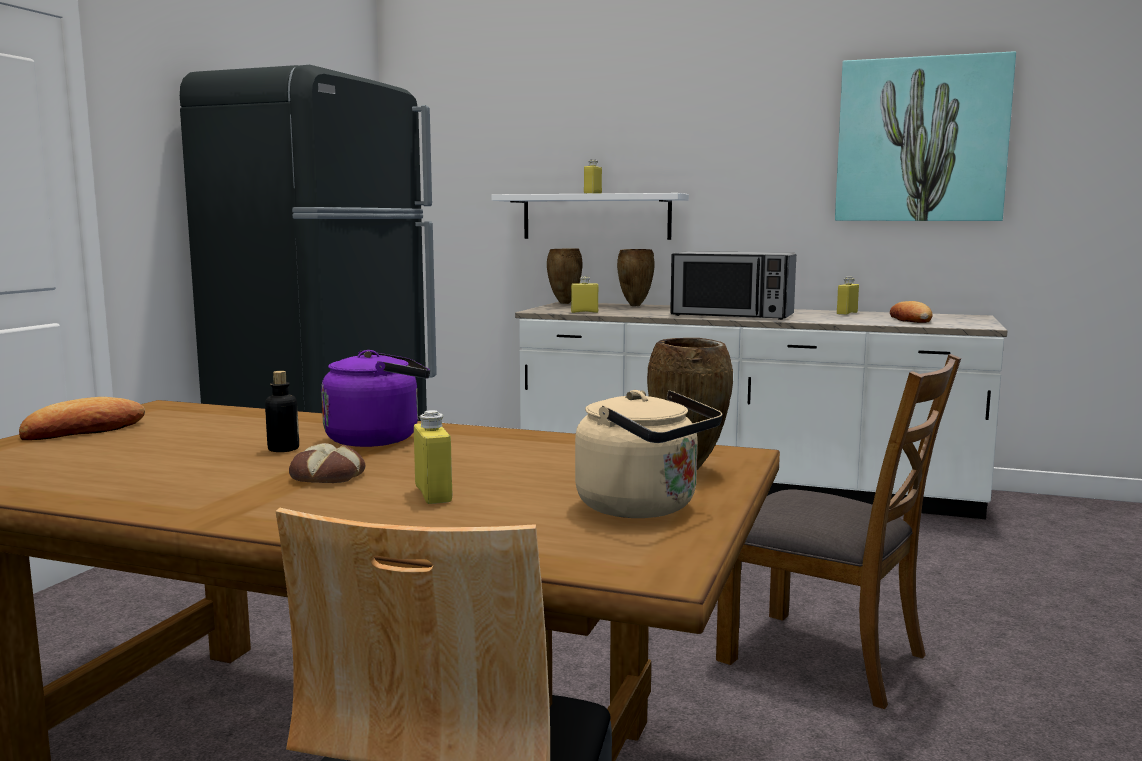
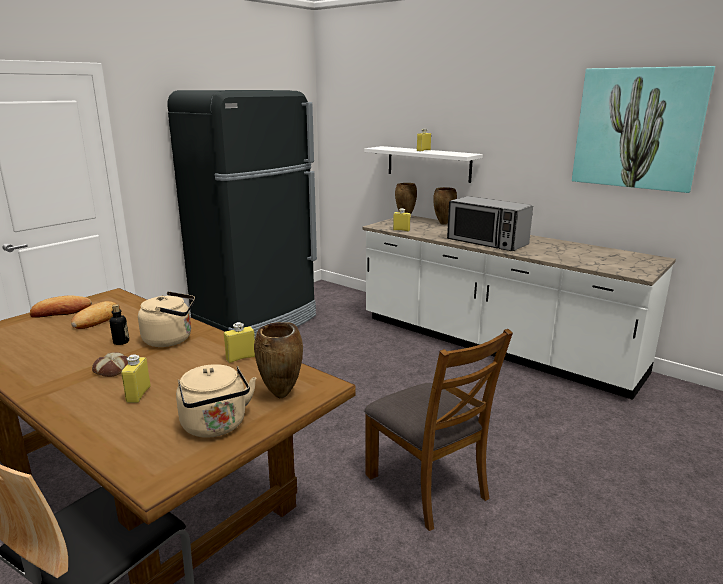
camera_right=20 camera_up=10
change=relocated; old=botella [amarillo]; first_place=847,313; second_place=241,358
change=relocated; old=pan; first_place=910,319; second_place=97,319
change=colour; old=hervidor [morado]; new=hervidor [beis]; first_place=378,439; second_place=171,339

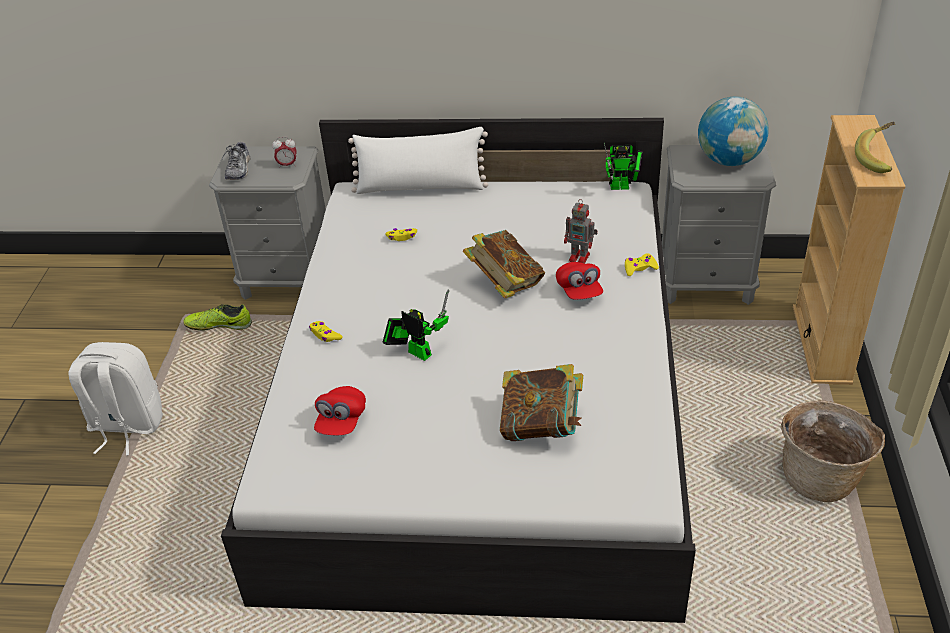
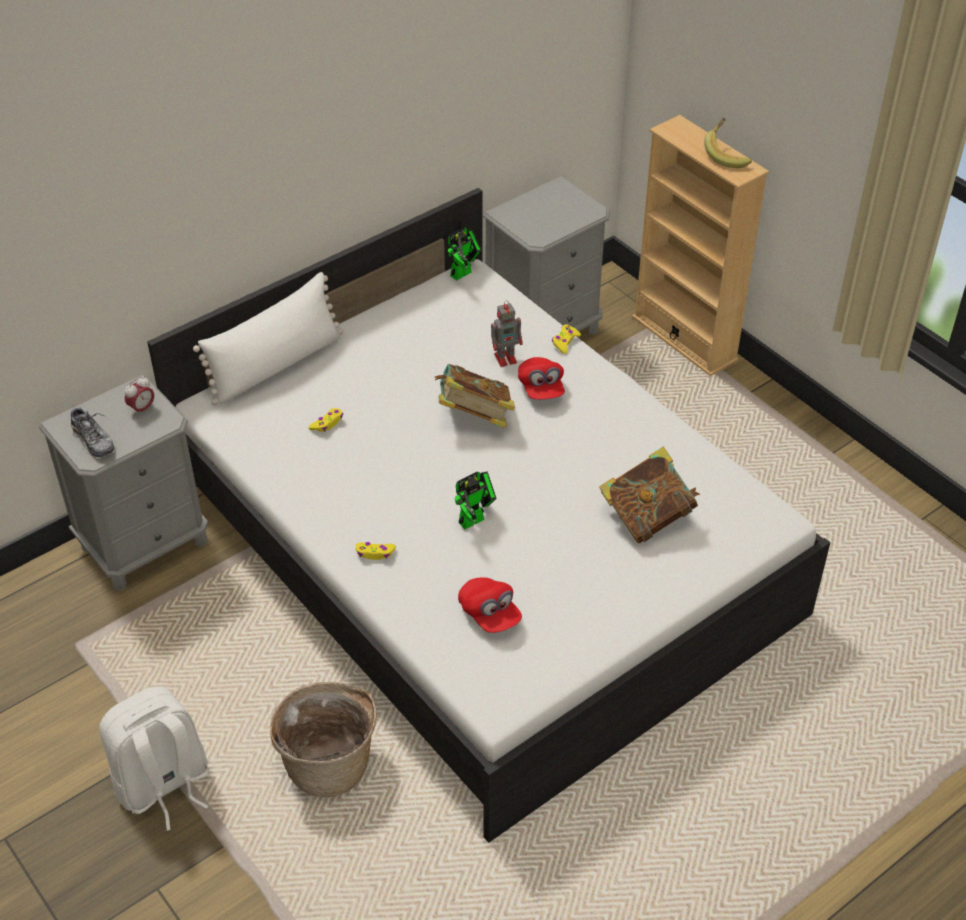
camera_right=-45 camera_up=5
change=missing; old=globo terráqueo; first_place=729,160
change=spun; old=gorra [rojo]; first_place=579,291; second_place=541,389; degrees=45
change=spun; old=robot de juguete; first_place=416,352; second_place=475,519; degrees=150
change=missing; old=zapato; first_place=219,325
change=relocated; old=cesta; first_place=821,476; second_place=329,762

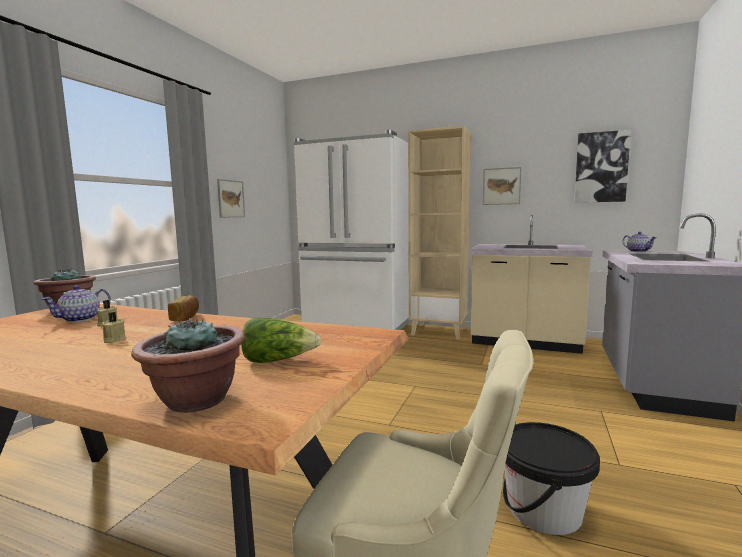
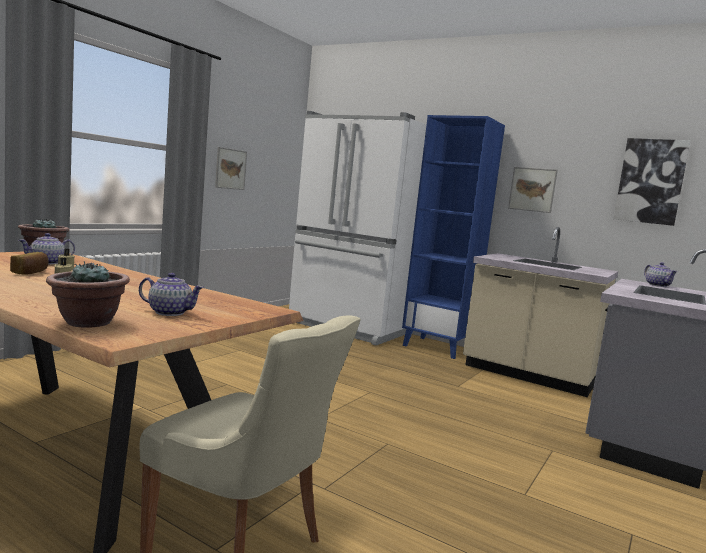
camera_right=10 camera_up=0
change=colour; old=estantería [beis]; new=estantería [azul]; first_place=439,331; second_place=437,347
change=relocated; old=pan; first_place=186,317; second_place=31,272
change=exchanged; old=lechuga; new=tetera; first_place=278,360; second_place=169,312
change=missing; old=cubo [negro]; first_place=543,509

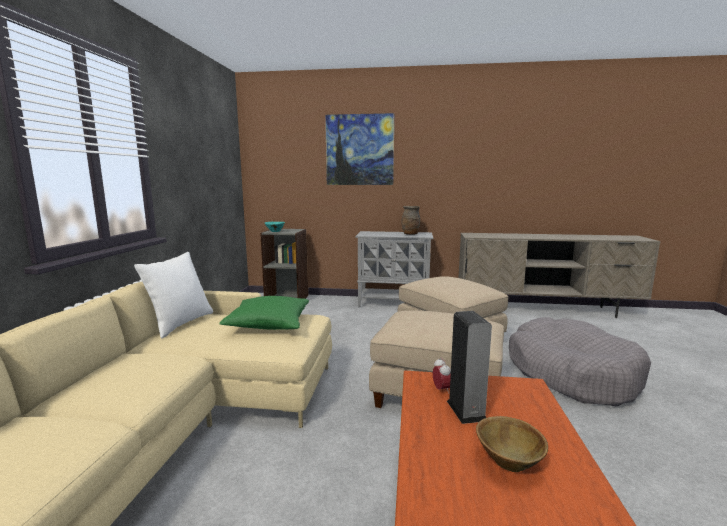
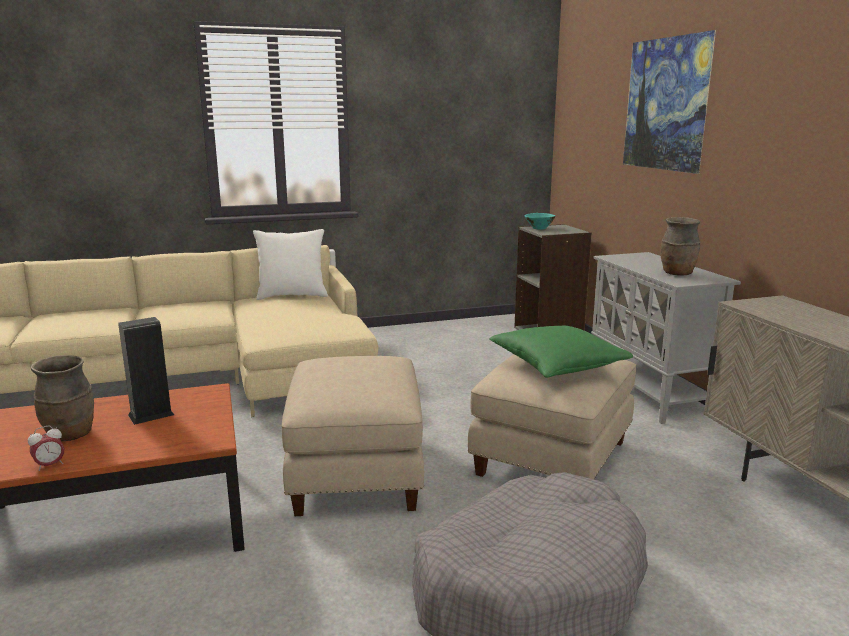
camera_right=65 camera_up=5
change=relocated; old=cojín [verde]; first_place=269,324; second_place=557,365
change=relocated; old=despertador; first_place=441,390; second_place=50,465
change=exchanged; old=cuenco [marrón]; new=florero [marrón]; first_place=508,461; second_place=71,435

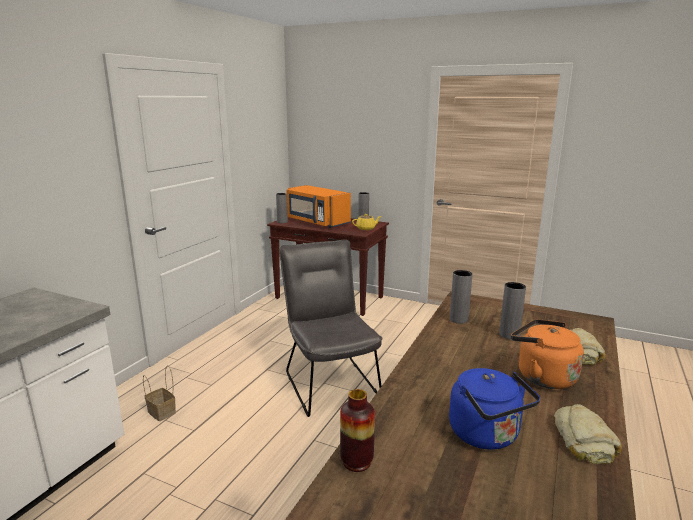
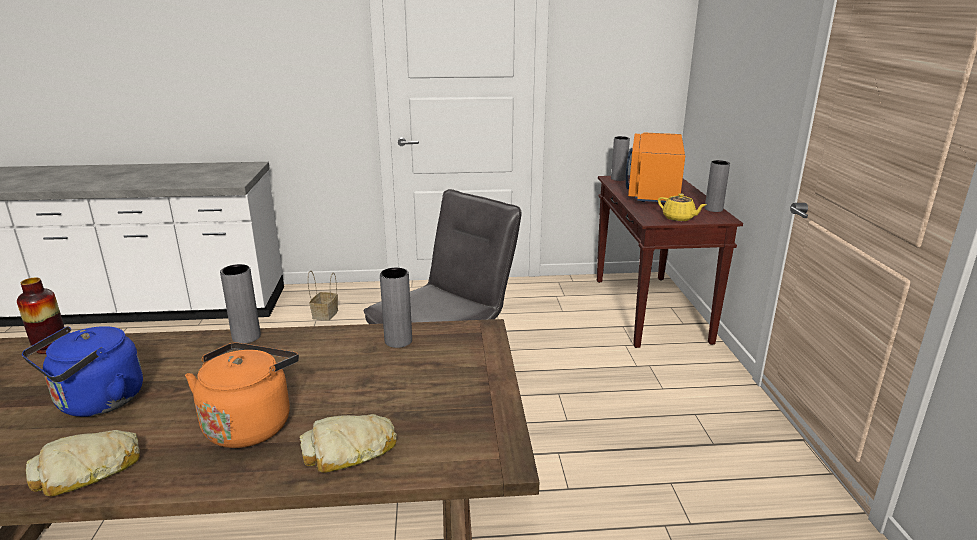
camera_right=60 camera_up=5
change=relocated; old=florero [gris]; first_place=509,335; second_place=246,337

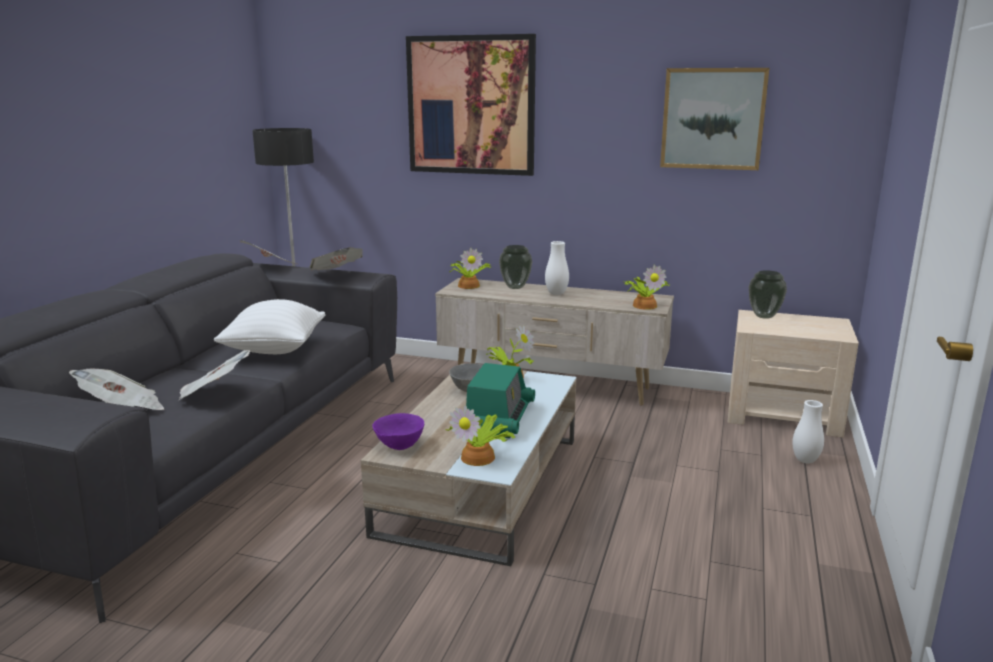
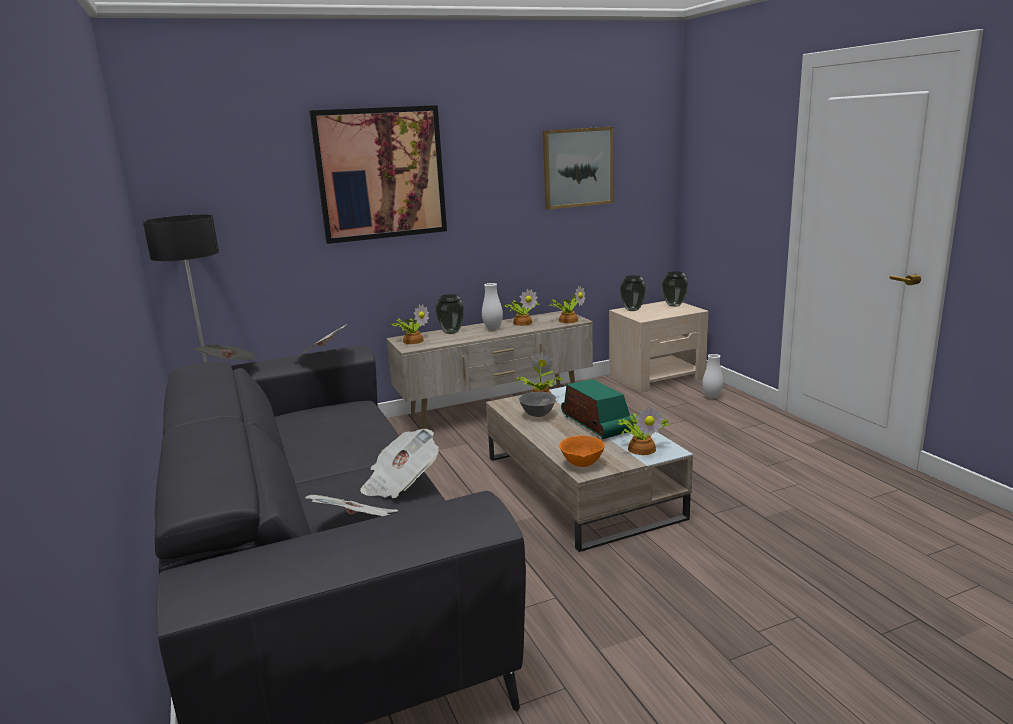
camera_right=-40 camera_up=0
change=missing; old=cojín [blanco]; first_place=274,350
change=colour; old=cuenco [morado]; new=cuenco [naranja]; first_place=399,446; second_place=582,464
change=appeared; new=florero; second_place=674,305
change=appeared; new=planta en maceta; second_place=522,322

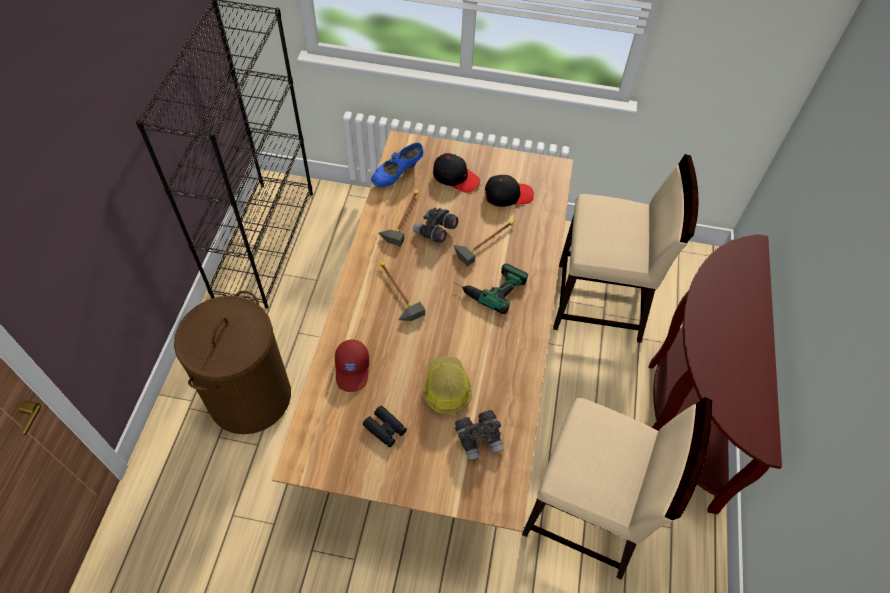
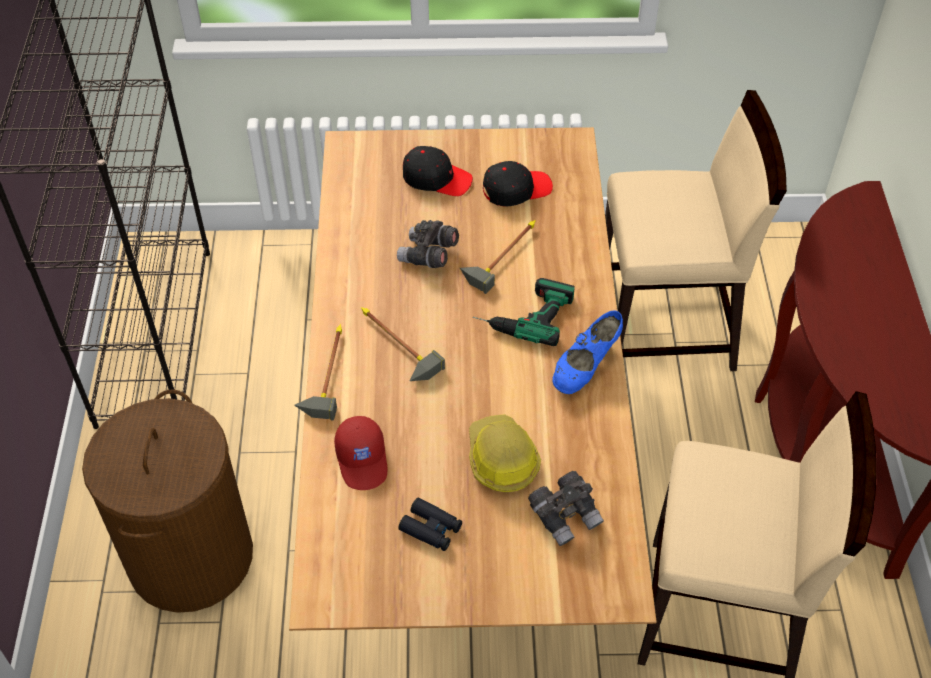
camera_right=-10 camera_up=-5
change=relocated; old=zapato [azul]; first_place=397,175; second_place=585,367
change=relocated; old=martillo; first_place=401,216; second_place=324,372

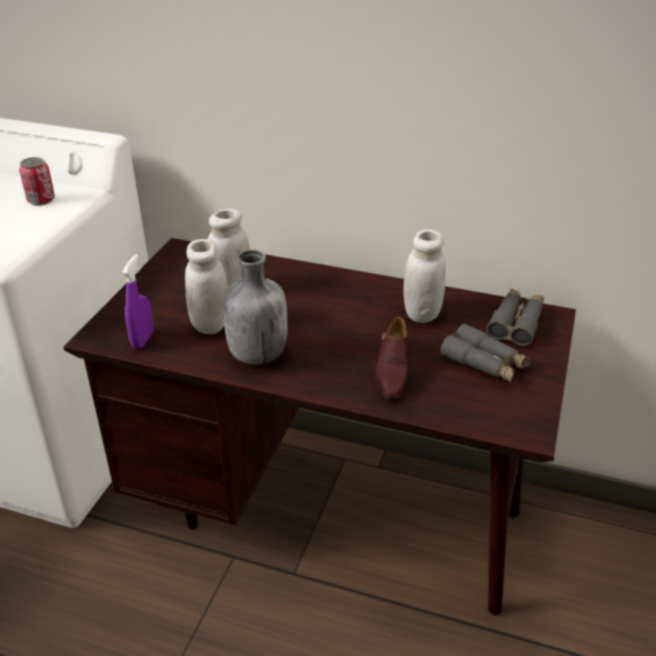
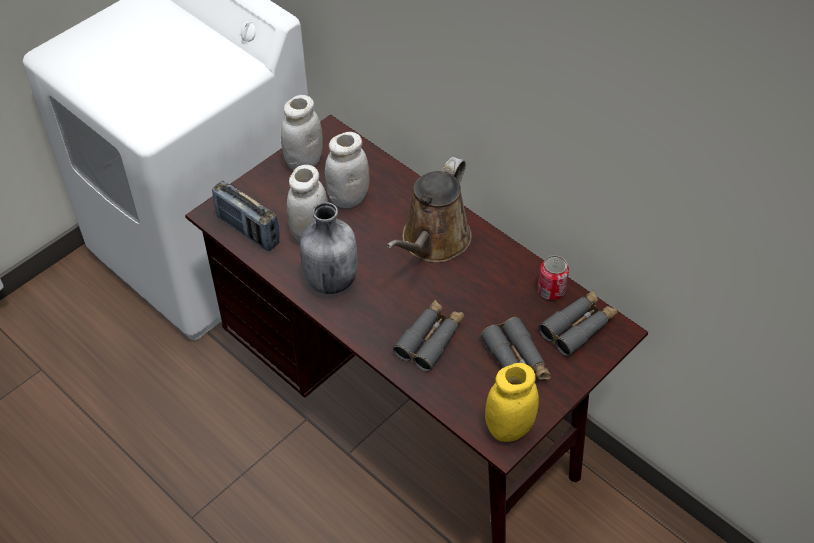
camera_right=25 camera_up=15
change=relocated; old=lata; first_place=41,200; second_place=551,290
change=relocated; old=tarro [blanco]; first_place=421,313; second_place=304,162
change=exchanged; old=pulverizador [morado]; new=radio; first_place=142,340; second_place=248,230
change=exchanged; old=zapato [marrón]; new=prismáticos [gris]; first_place=392,372; second_place=430,339
change=appeared; new=regadera [marrón]; second_place=433,242
change=appeared; new=tarro [amarillo]; second_place=509,428

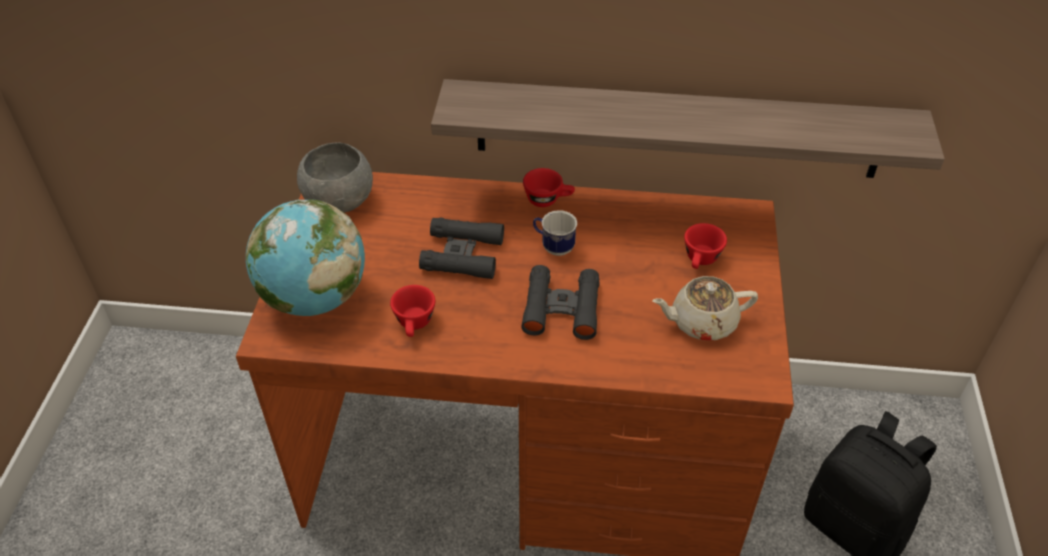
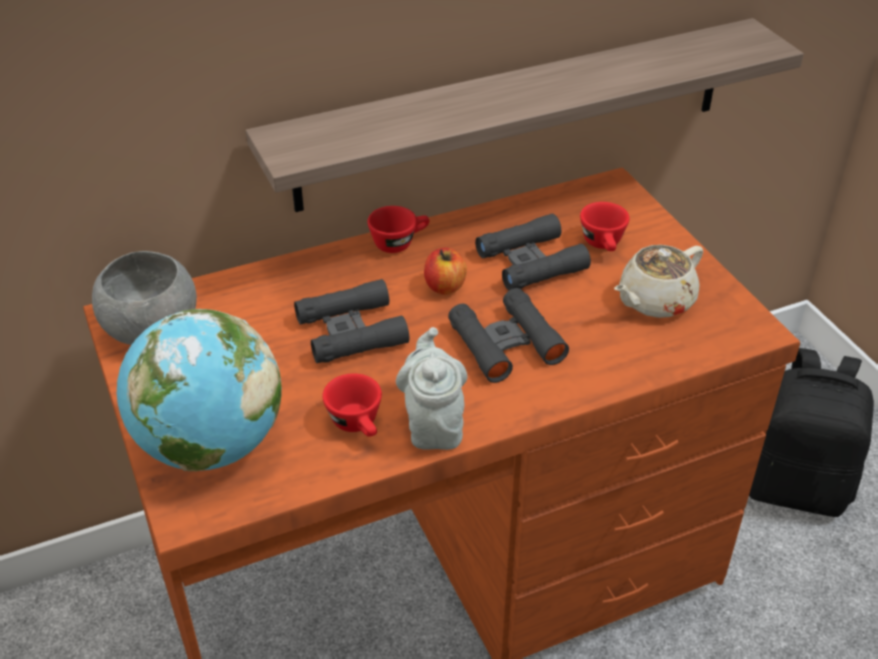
camera_right=-30 camera_up=-5
change=exchanged; old=taza grande; new=manzana; first_place=553,247; second_place=445,286
change=appeared; new=prismáticos [negro]; second_place=531,262
change=appeared; new=tetera [gris]; second_place=433,424

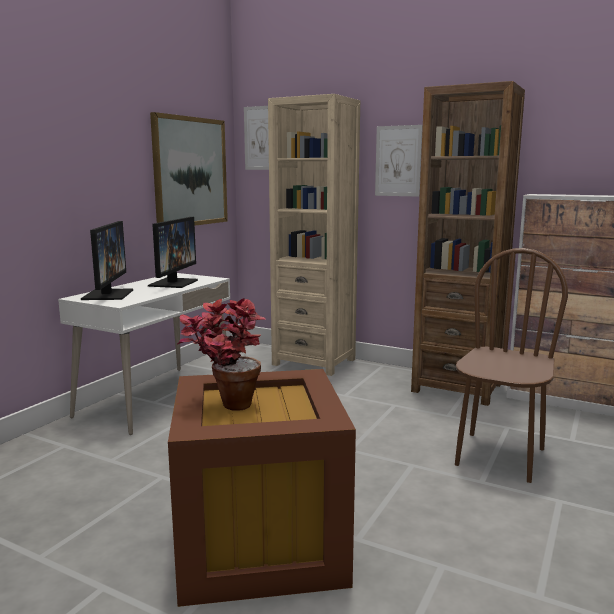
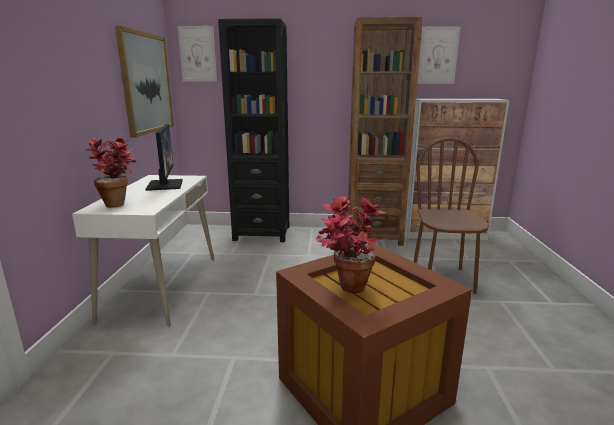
camera_right=-25 camera_up=5
change=colour; old=estantería [beis]; new=estantería [negro]; first_place=314,362; second_place=262,233
change=relocated; old=cuadro; first_place=398,161; second_place=438,55
change=exchanged; old=monitor; new=planta en maceta; first_place=107,294; second_place=119,203

